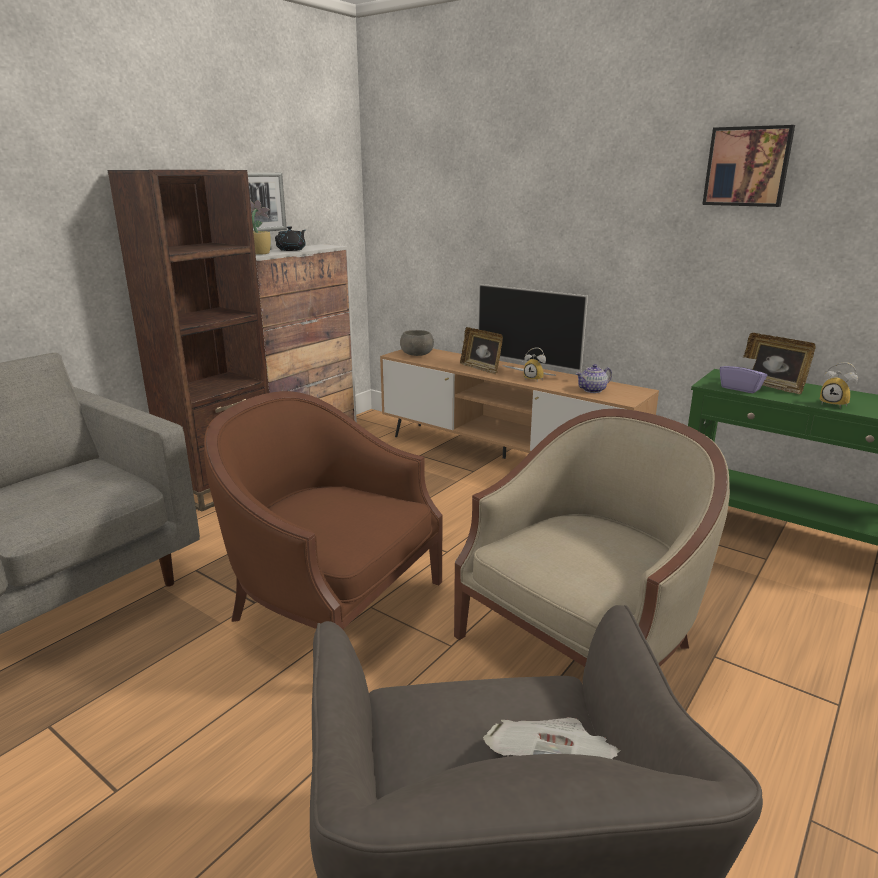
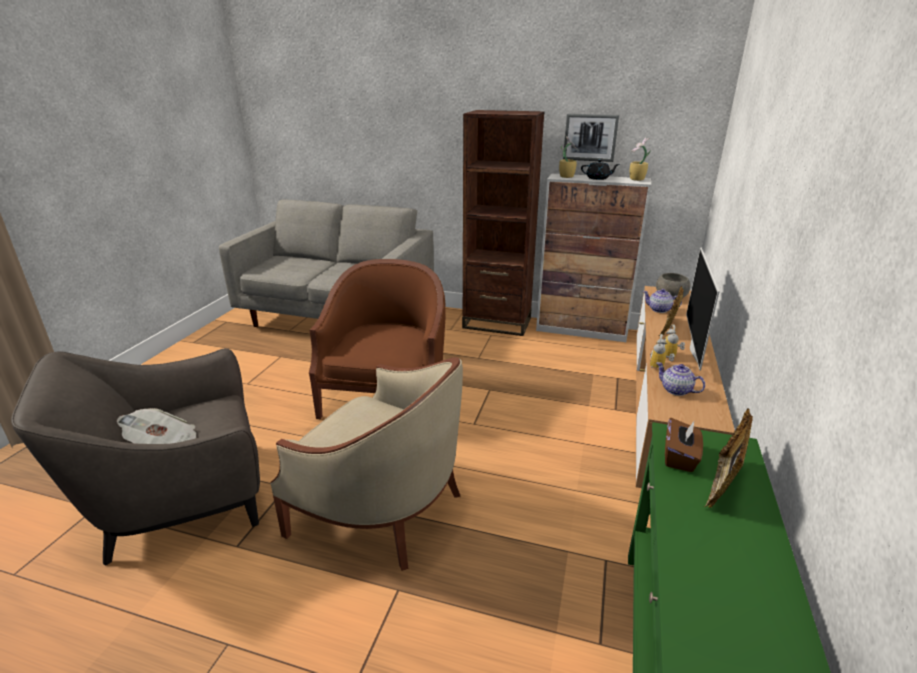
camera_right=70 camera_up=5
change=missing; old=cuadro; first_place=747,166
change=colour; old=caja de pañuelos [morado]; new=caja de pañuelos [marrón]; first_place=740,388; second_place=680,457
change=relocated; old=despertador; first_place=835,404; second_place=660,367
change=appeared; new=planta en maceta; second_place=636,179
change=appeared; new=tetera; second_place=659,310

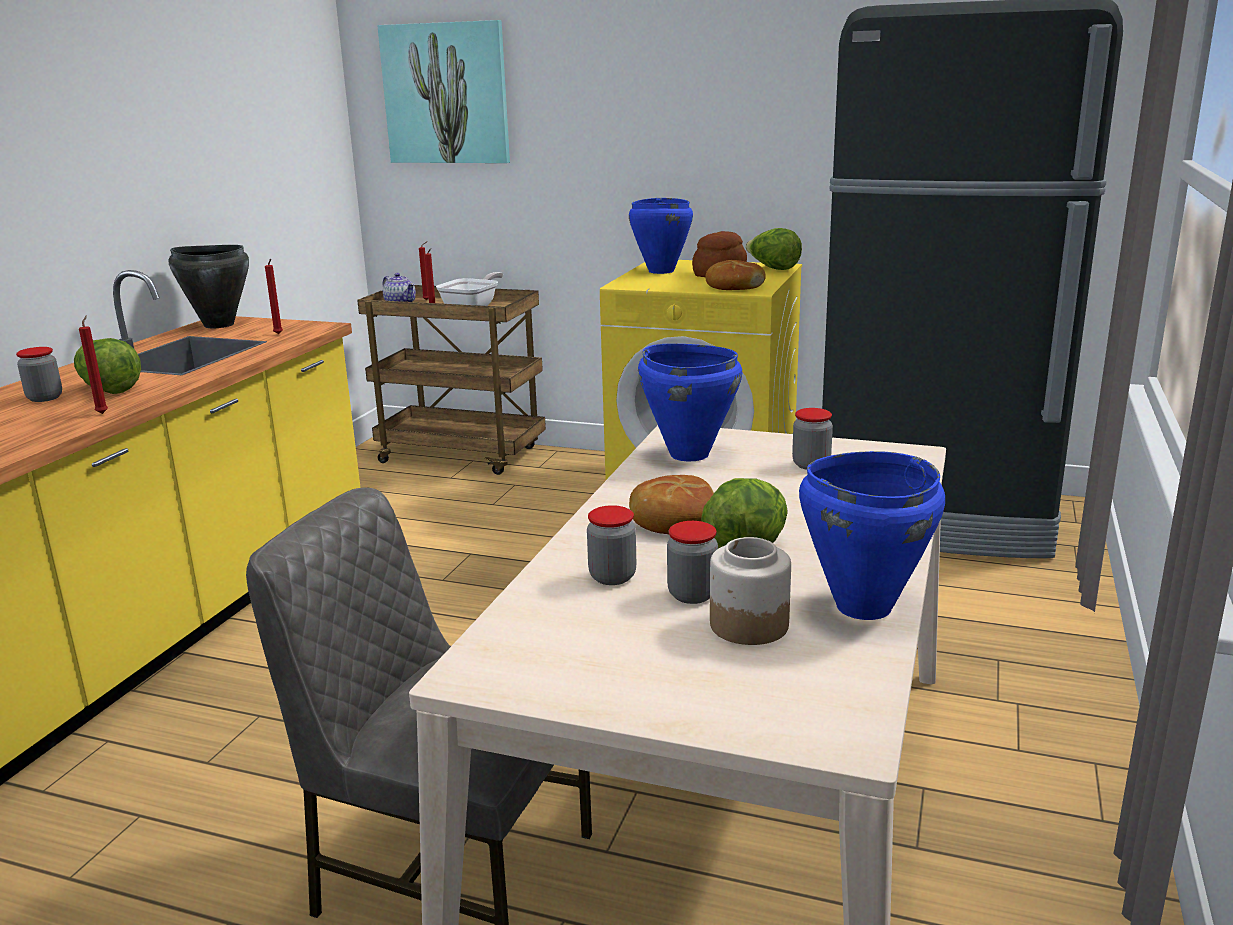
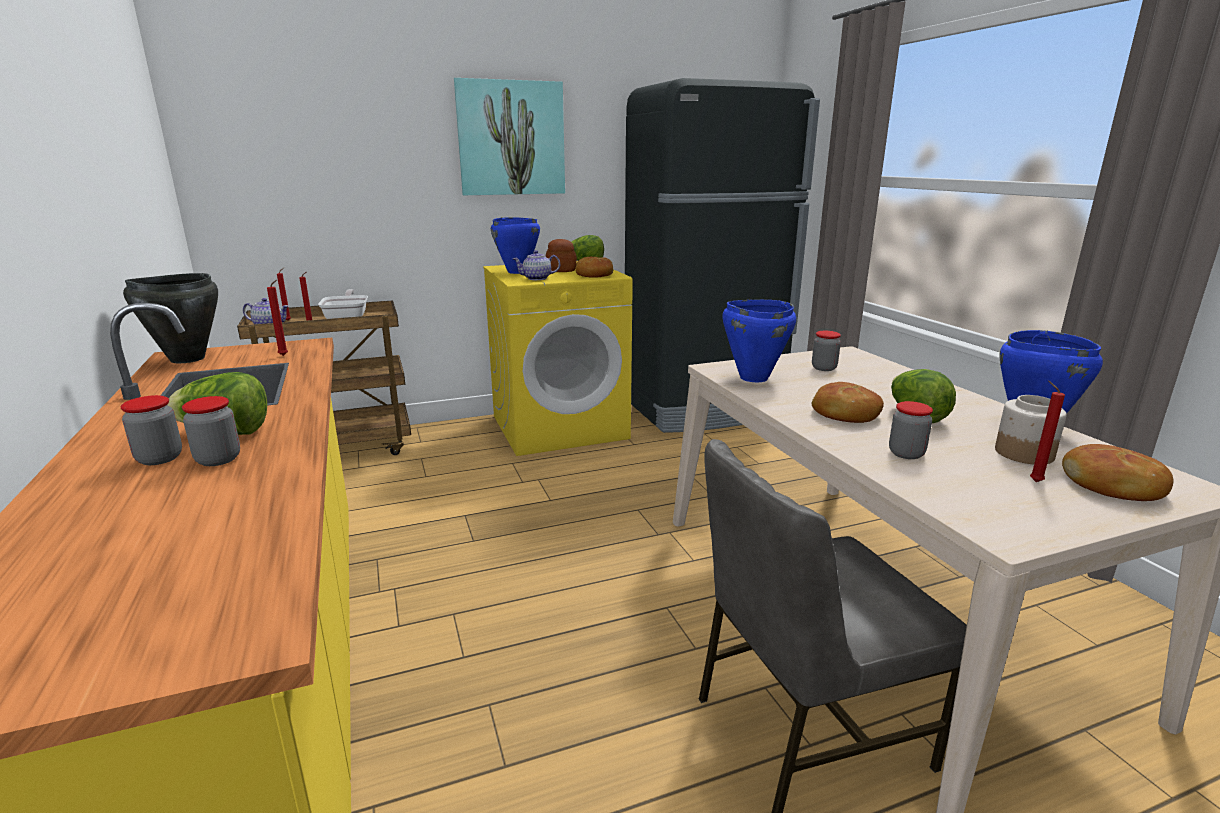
camera_right=-40 camera_up=0
change=relocated; old=cuadro; first_place=445,94; second_place=511,138
change=relocated; old=vela [rojo]; first_place=103,413; second_place=1033,481
change=relocated; old=tarro; first_place=692,595; second_place=218,459
change=appeared; new=tetera; second_place=537,278
change=appeared; new=pan; second_place=1112,486

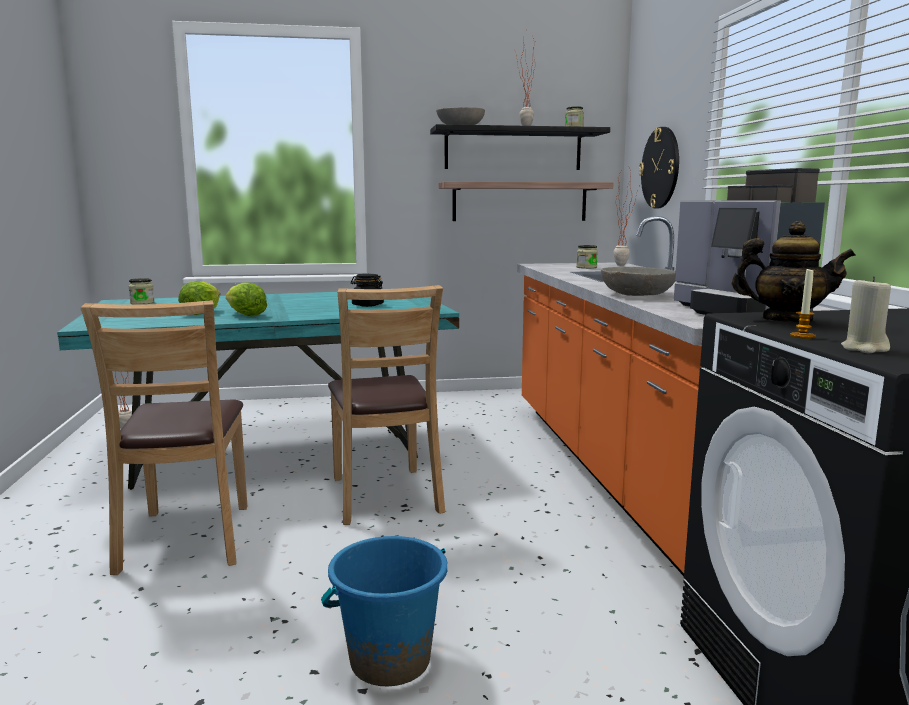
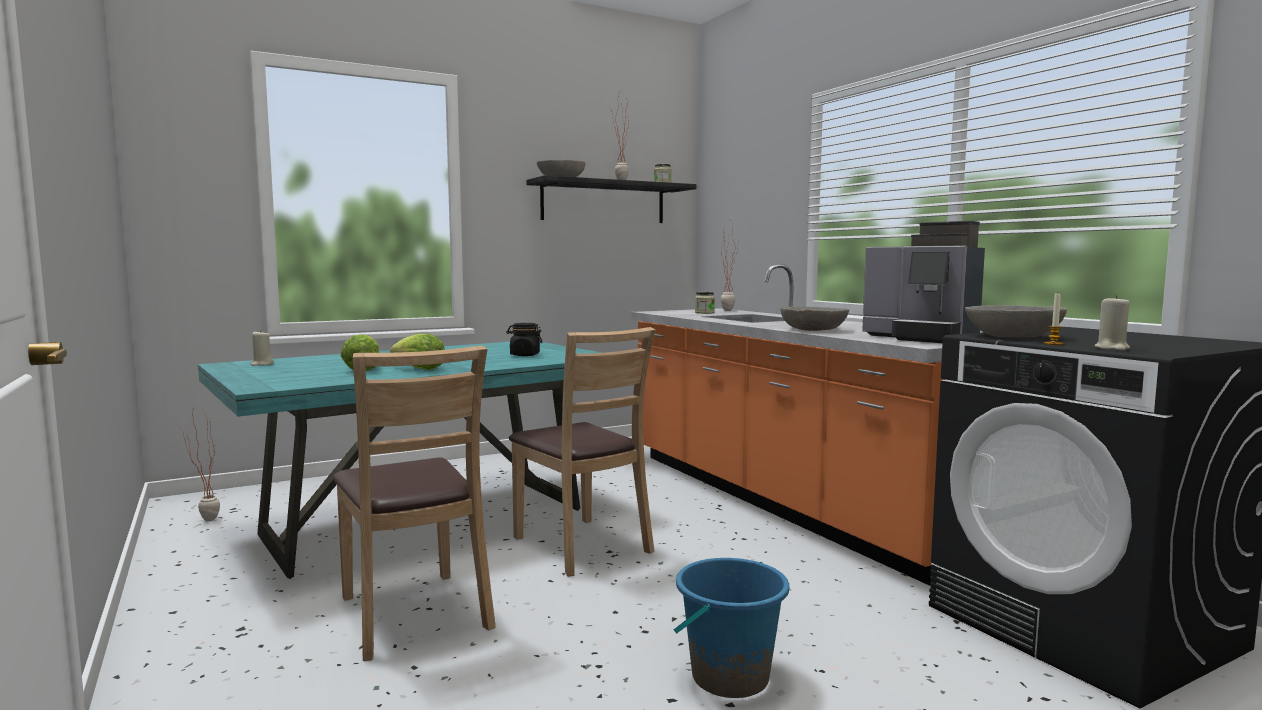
camera_right=-20 camera_up=-5
change=missing; old=reloj de pared; first_place=660,168
change=missing; old=estante; first_place=520,202
change=exchanged; old=tetera; new=cuenco [gris]; first_place=786,320; second_place=1012,336
change=exchanged; old=tarro; new=vela [beis]; first_place=142,303; second_place=262,364

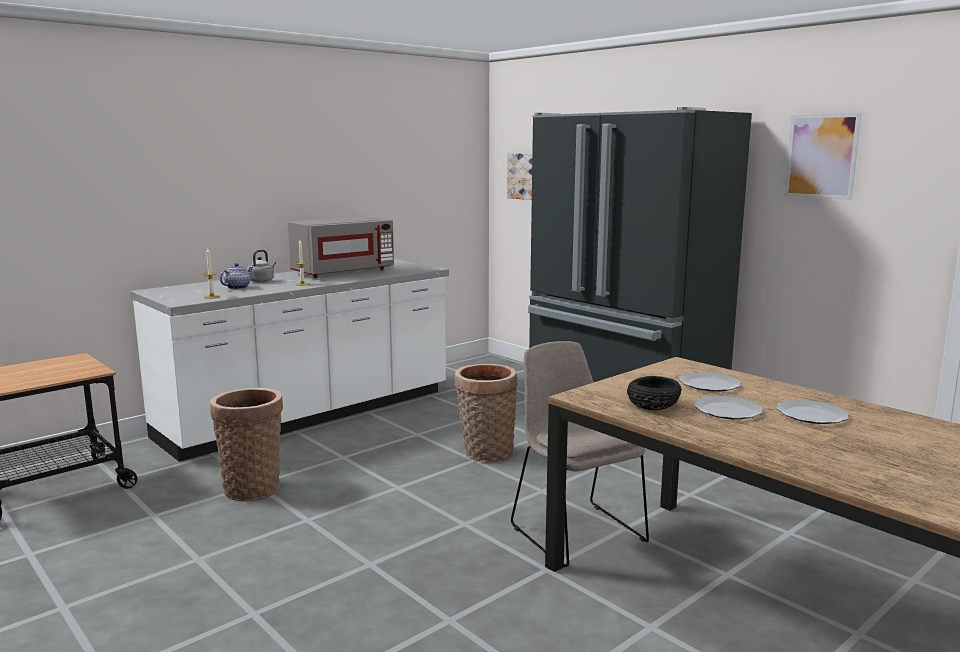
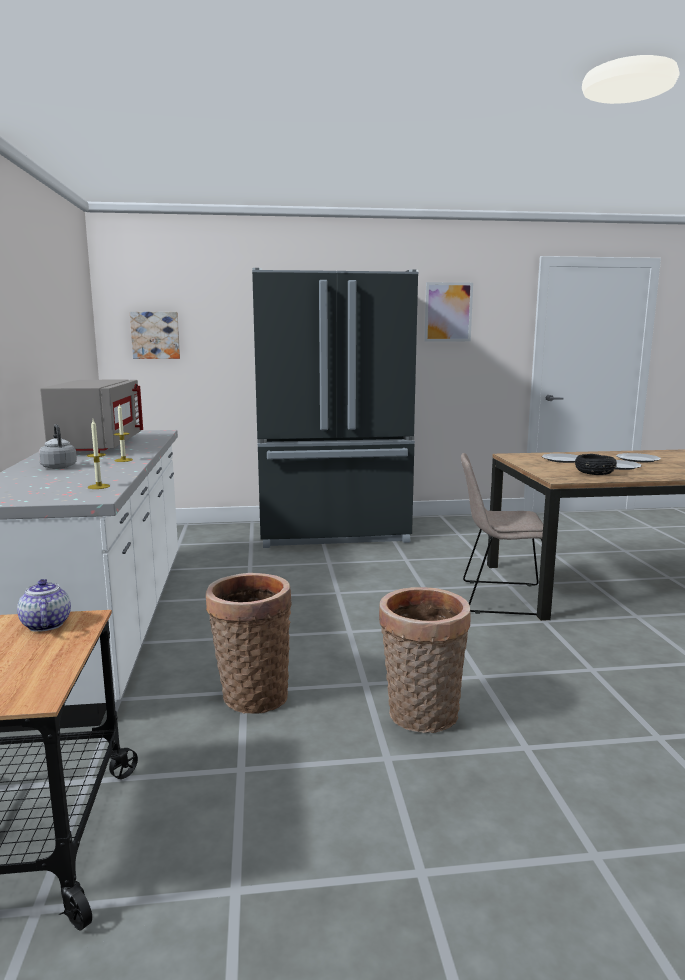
camera_right=-55 camera_up=0
change=relocated; old=tetera; first_place=238,287; second_place=45,624
change=relocated; old=cesta; first_place=485,454; second_place=421,717

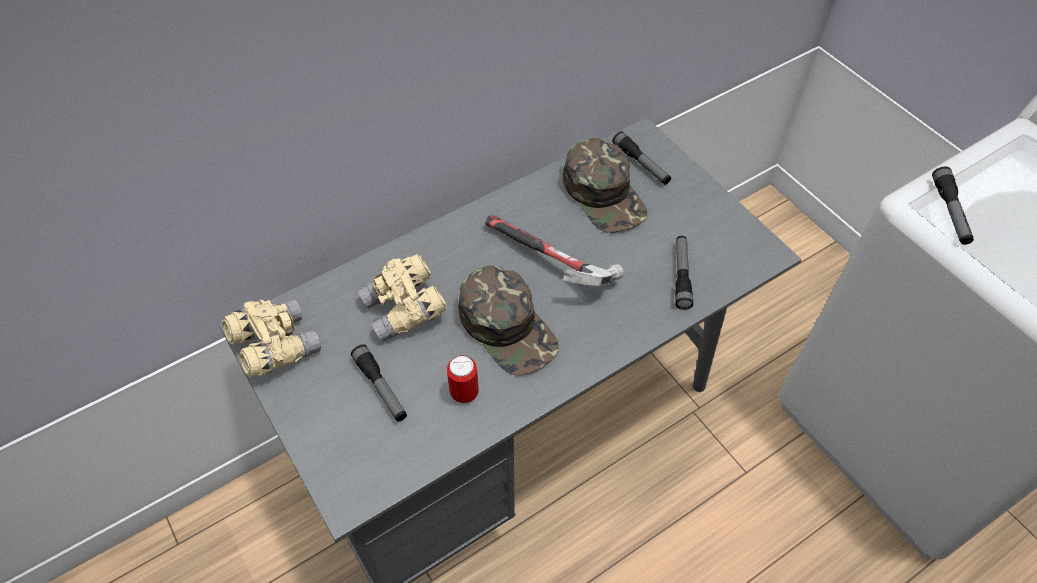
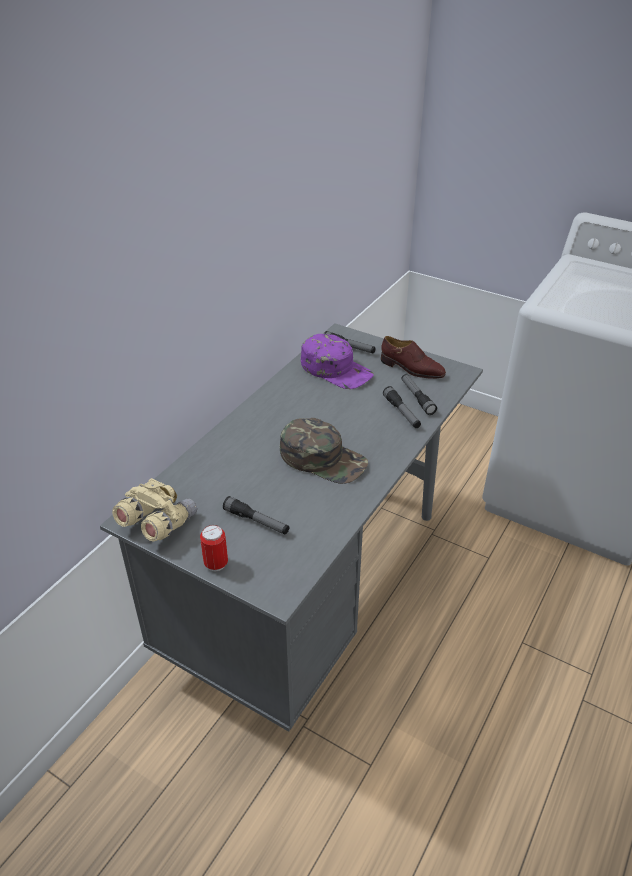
camera_right=-25 camera_up=-15
change=colour; old=gorra [verde]; new=gorra [morado]; first_place=604,194; second_place=336,369
change=relocated; old=linterna; first_place=950,211; second_place=401,412
change=missing; old=martillo; first_place=550,264
change=missing; old=prismáticos [beis]; first_place=405,310
change=relocated; old=lata; first_place=464,393; second_place=216,564
change=appeared; new=zapato [marrón]; second_place=412,369

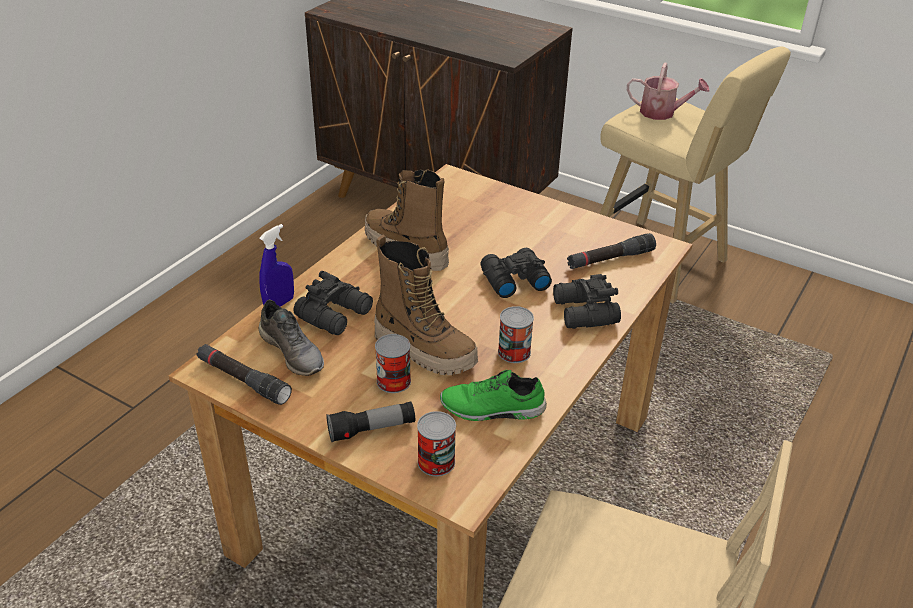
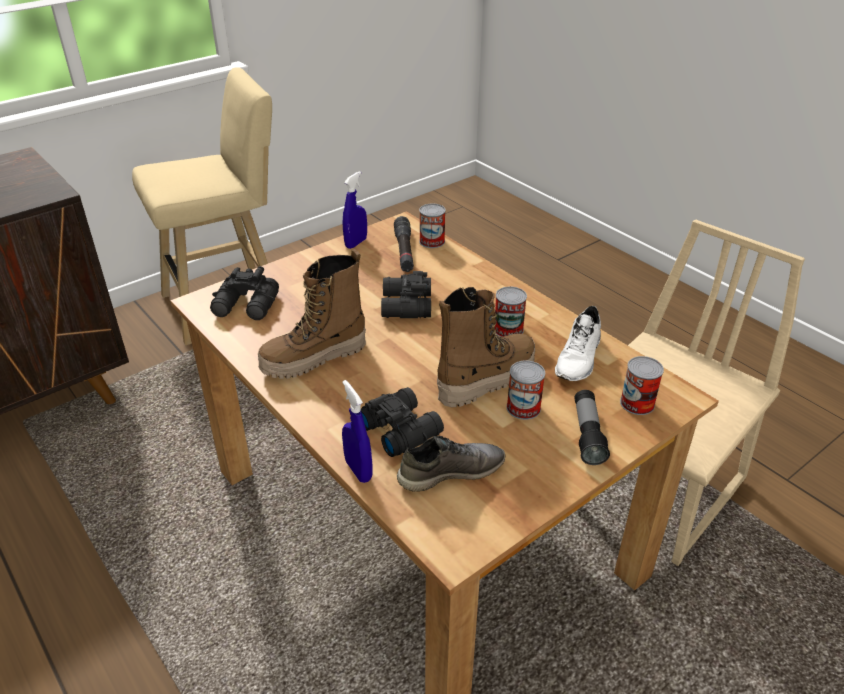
camera_right=-70 camera_up=0
change=missing; old=regadera; first_place=662,113
change=relocated; old=prismáticos [negro]; first_place=583,313; second_place=247,306
change=missing; old=linterna [negro]; first_place=243,380
change=colour; old=zapato [verde]; new=zapato [blanco]; first_place=492,410; second_place=579,358
change=appeared; new=pulverizador [azul]; second_place=356,243
change=appeared; new=lata; second_place=432,241

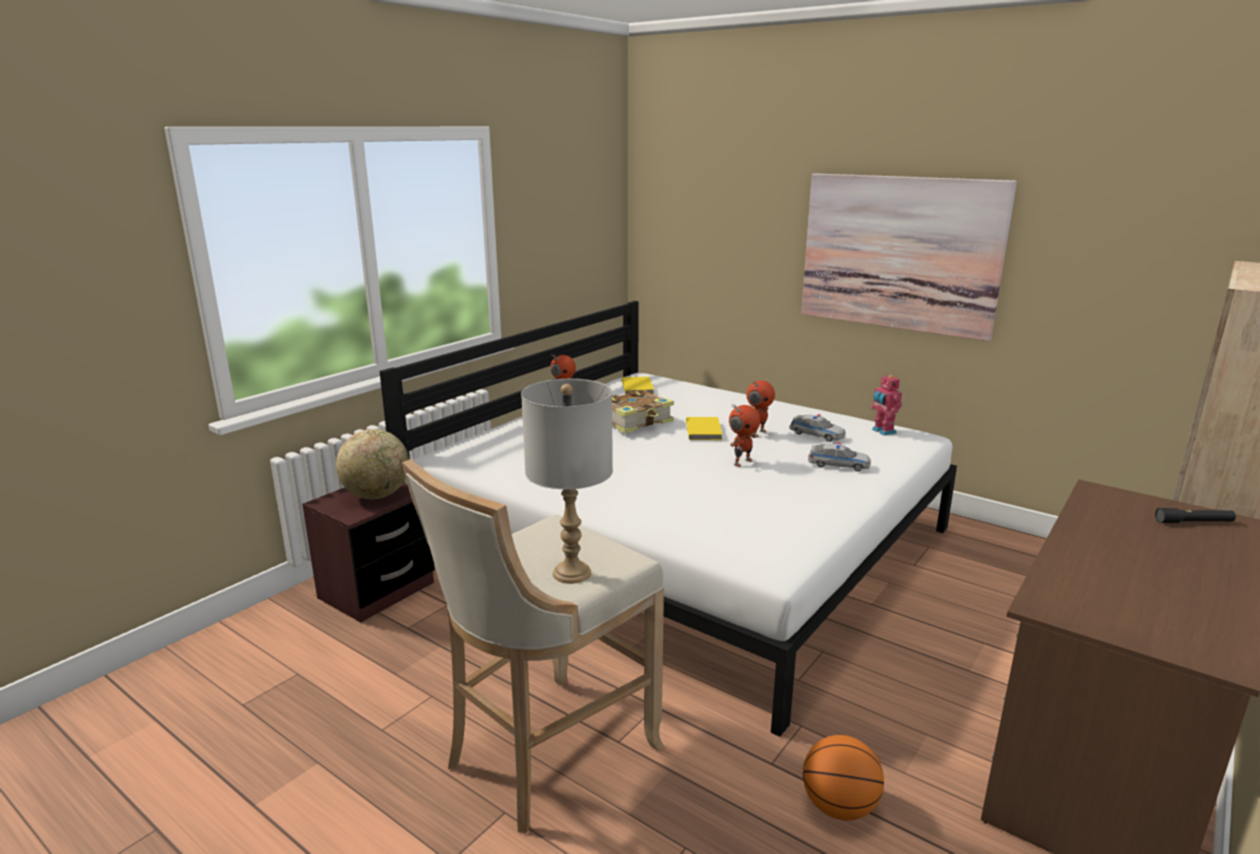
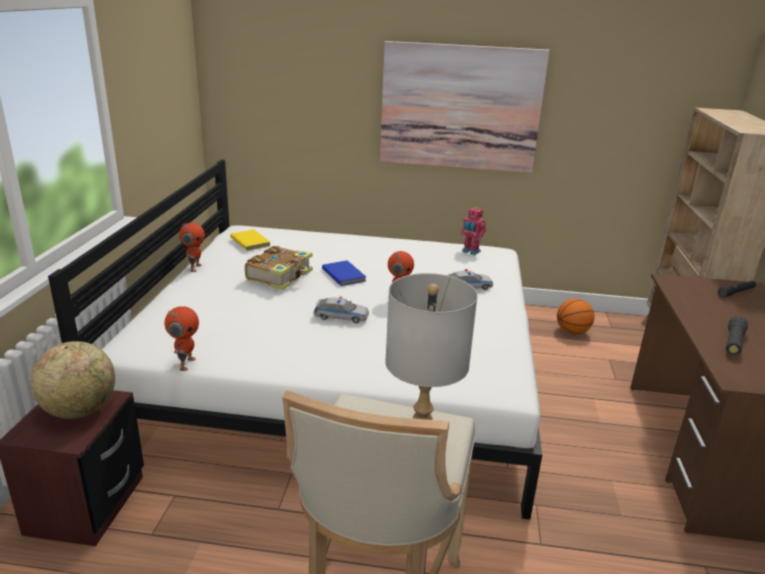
camera_right=-30 camera_up=5
change=relocated; old=robot de juguete; first_place=758,433; second_place=186,364
change=relocated; old=coche de juguete; first_place=816,435; second_place=341,317
change=colour; old=libro [amarillo]; new=libro [azul]; first_place=704,430; second_place=344,274
change=relocated; old=balón de baloncesto; first_place=839,807; second_place=572,332
change=appeared; new=linterna [negro]; second_place=733,343

